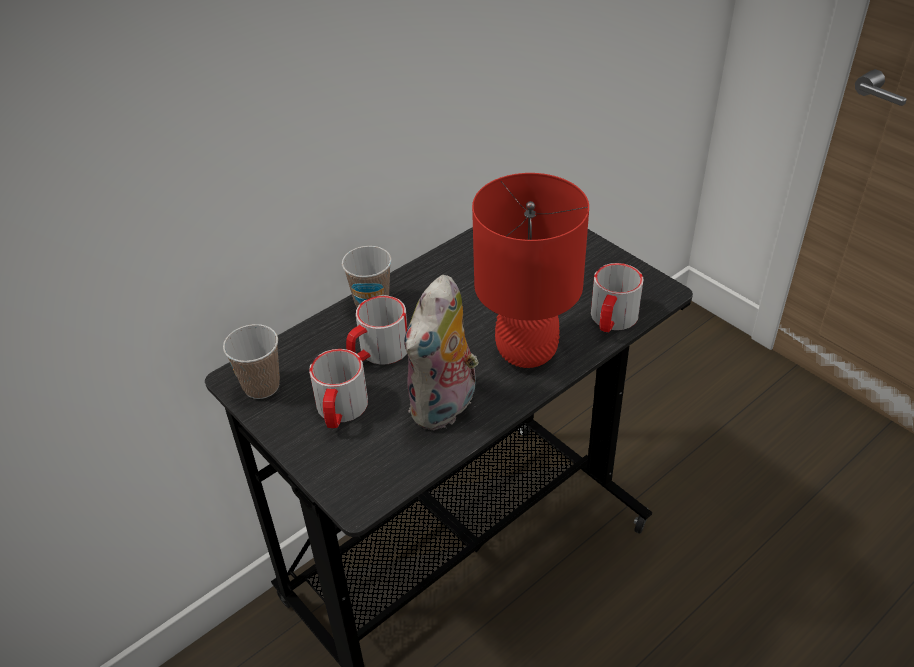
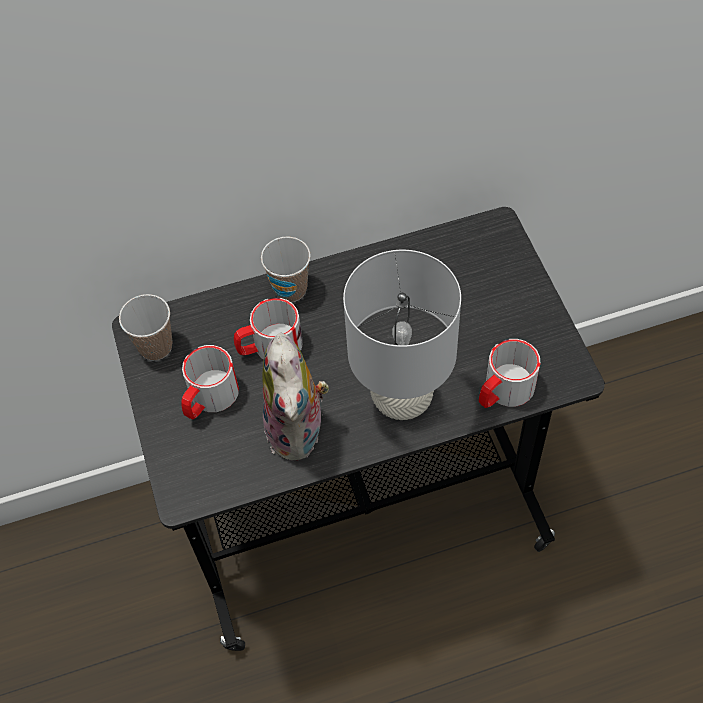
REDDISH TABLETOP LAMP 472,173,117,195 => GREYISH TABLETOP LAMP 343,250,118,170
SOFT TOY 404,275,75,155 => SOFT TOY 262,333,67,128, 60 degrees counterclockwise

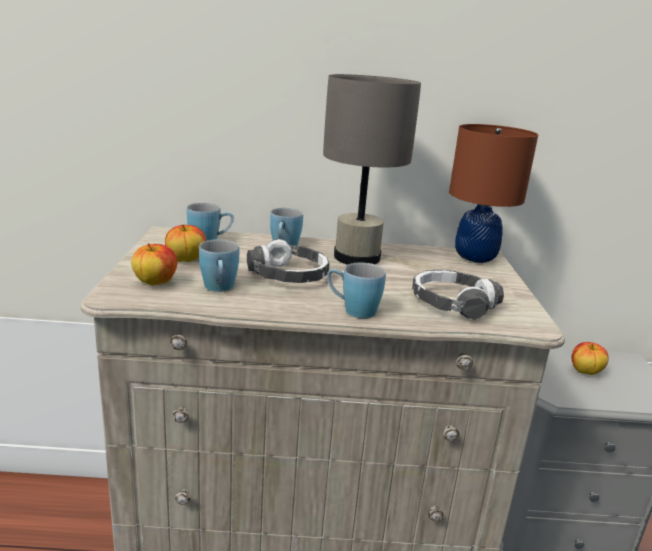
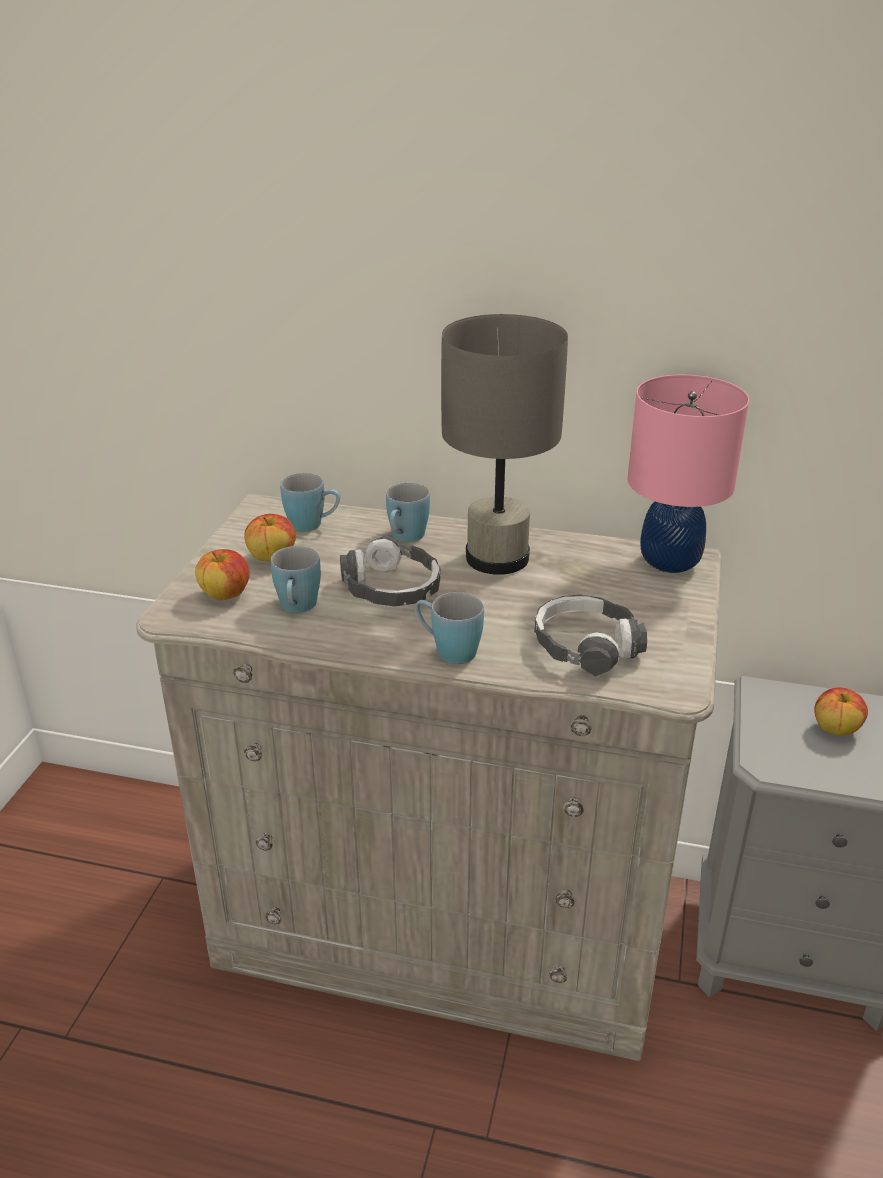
BROWN-COLOURED TABLETOP LAMP 449,124,89,139 => PINK TABLETOP LAMP 628,375,121,198

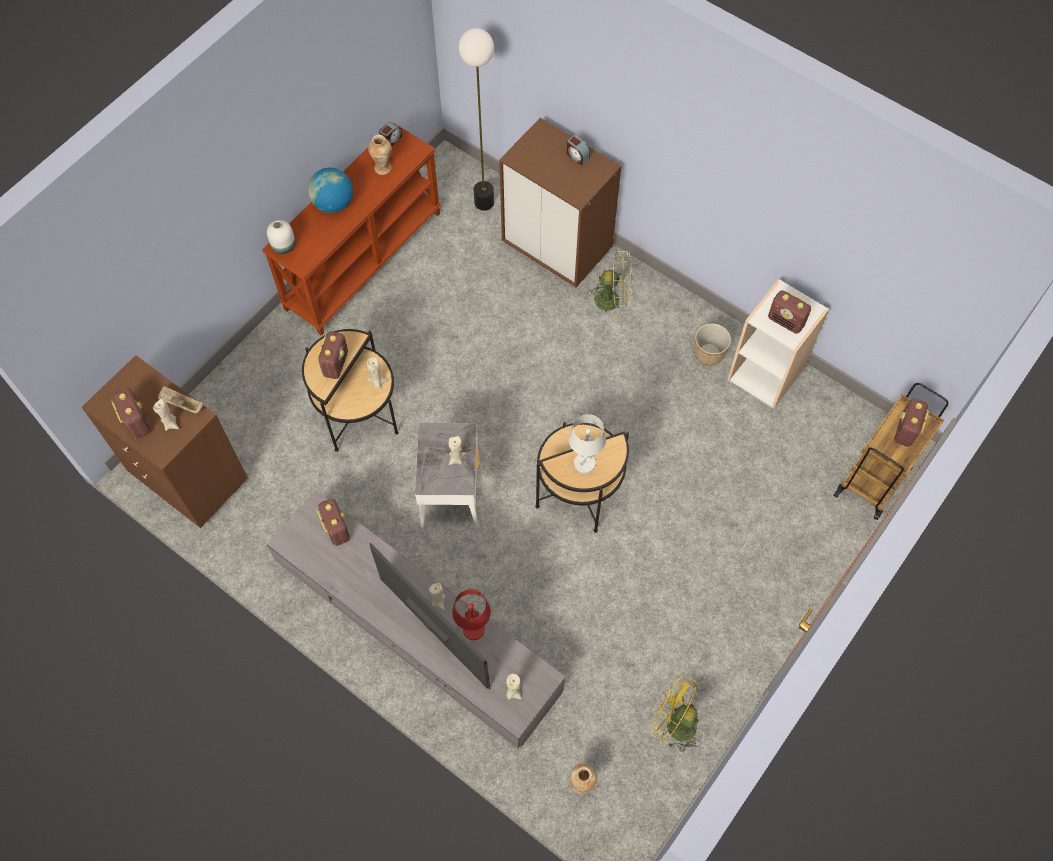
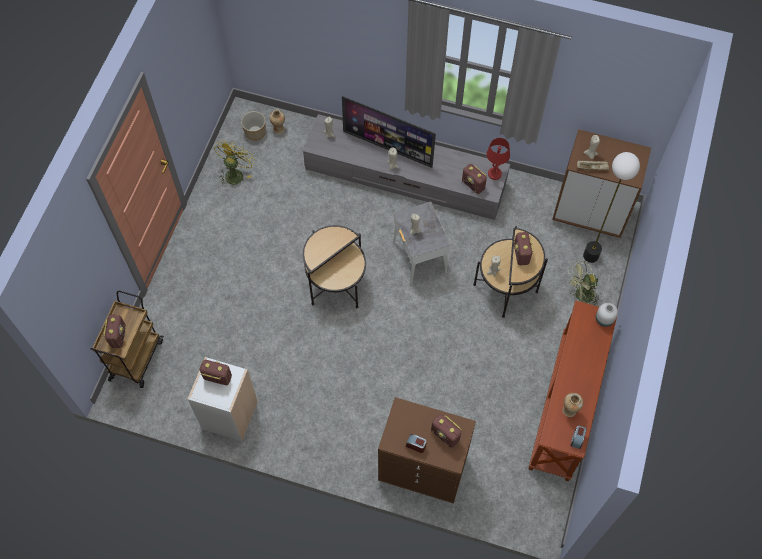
STANDARD LAMP 459,28,35,183 => STANDARD LAMP 583,152,57,111, shifted
DESK GLOBE 308,168,45,45 => nothing
GREENISH COOLING FAN 587,250,46,70 => GREENISH COOLING FAN 568,261,34,45, shifted
PLANTER 694,323,37,43 => PLANTER 241,111,25,30, shifted
RADIO 111,388,40,51 => RADIO 431,414,30,34, shifted
WHITISH TABLETOP LAMP 568,414,38,60 => nothing
REDDISH TABLETOP LAMP 452,589,39,51 => REDDISH TABLETOP LAMP 487,138,23,42, shifted
YELLOW-COLOURED COOLING FAN 651,675,50,77 => YELLOW-COLOURED COOLING FAN 214,140,41,46, 75 degrees counterclockwise

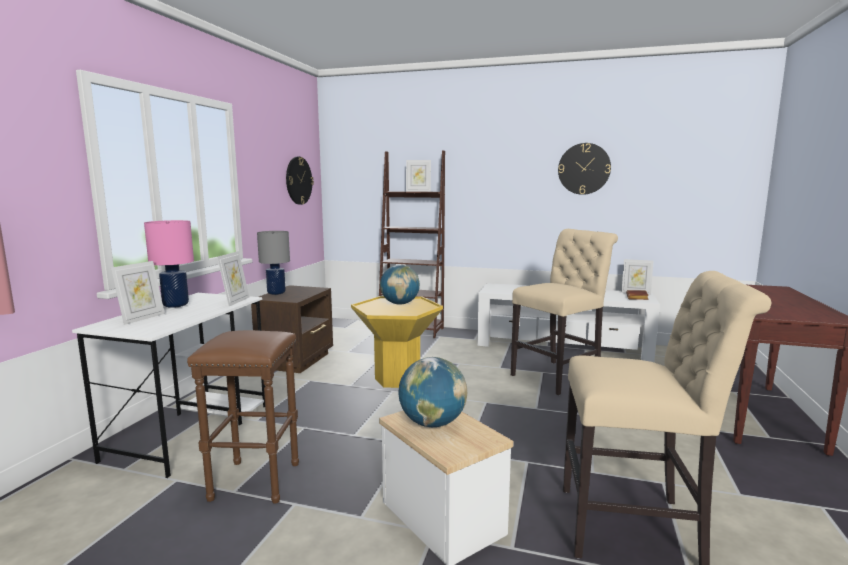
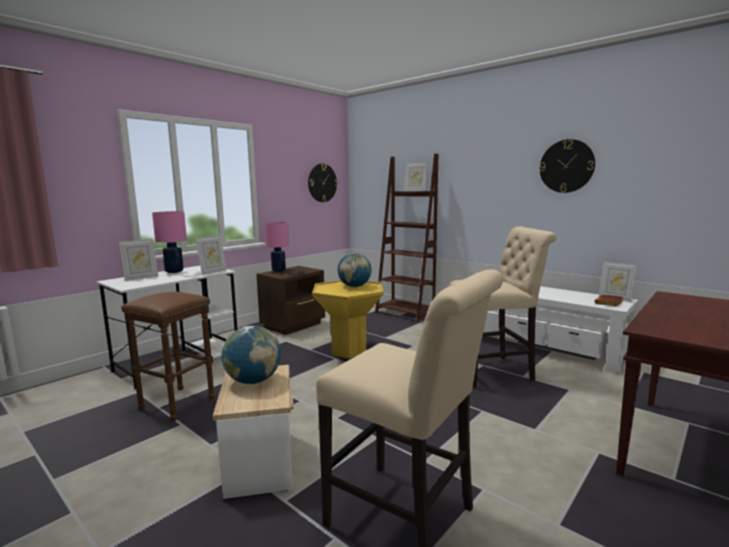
GREYISH TABLETOP LAMP 257,231,33,64 => PINK TABLETOP LAMP 264,222,25,50

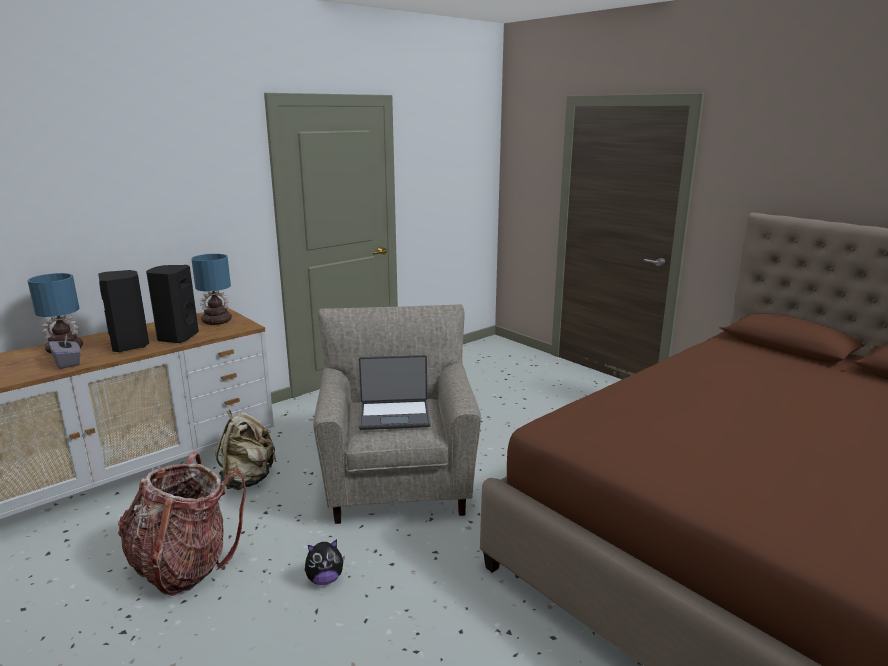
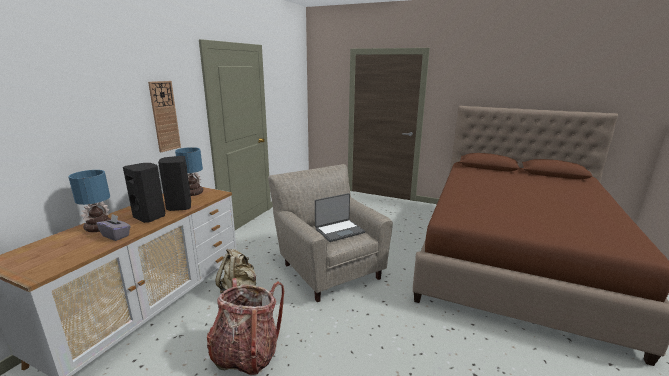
SOFT TOY 305,540,40,45 => nothing
nothing => CLOCK ON THE WALL 148,81,33,71

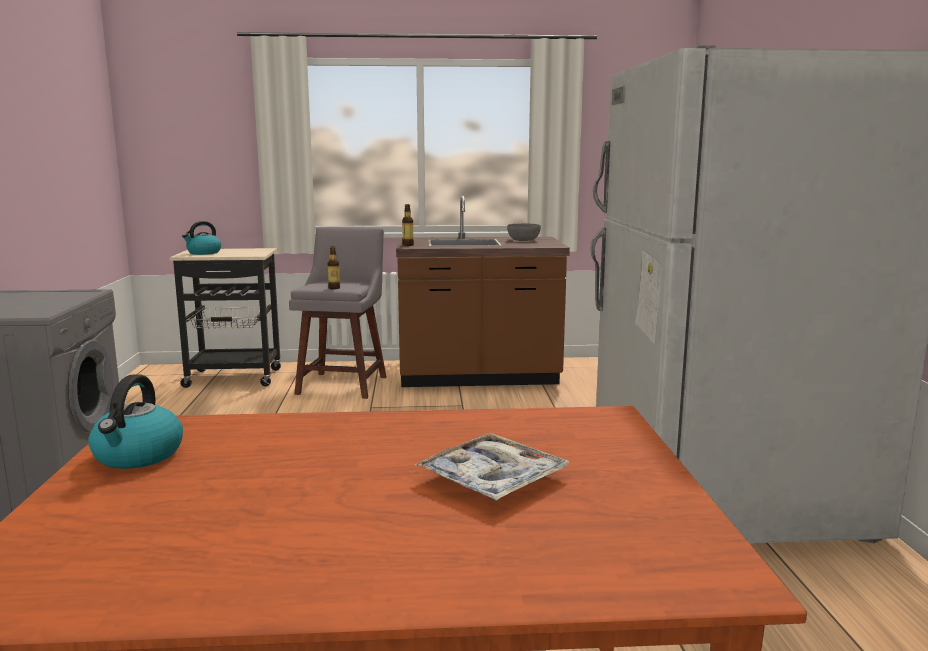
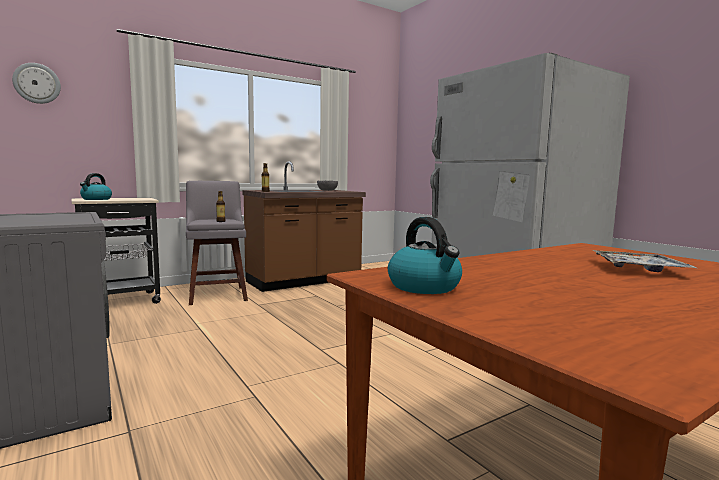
nothing => CLOCK ON THE WALL 12,63,49,41

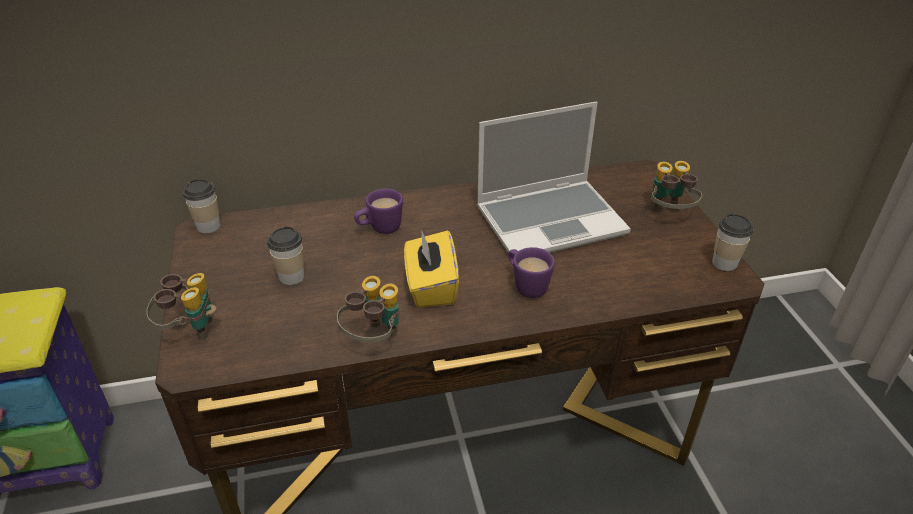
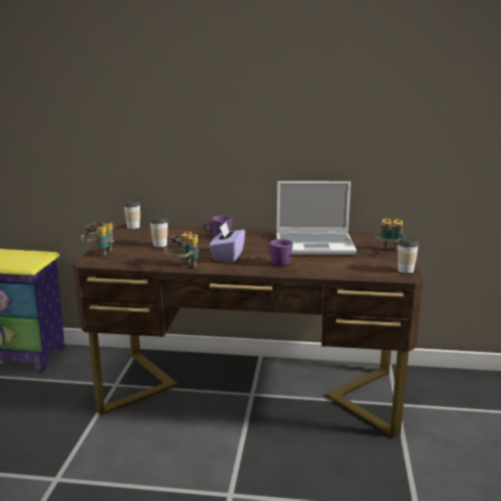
YELLOW-COLOURED BOX OF TISSUES 404,231,55,76 => PURPLISH BOX OF TISSUES 209,222,36,40

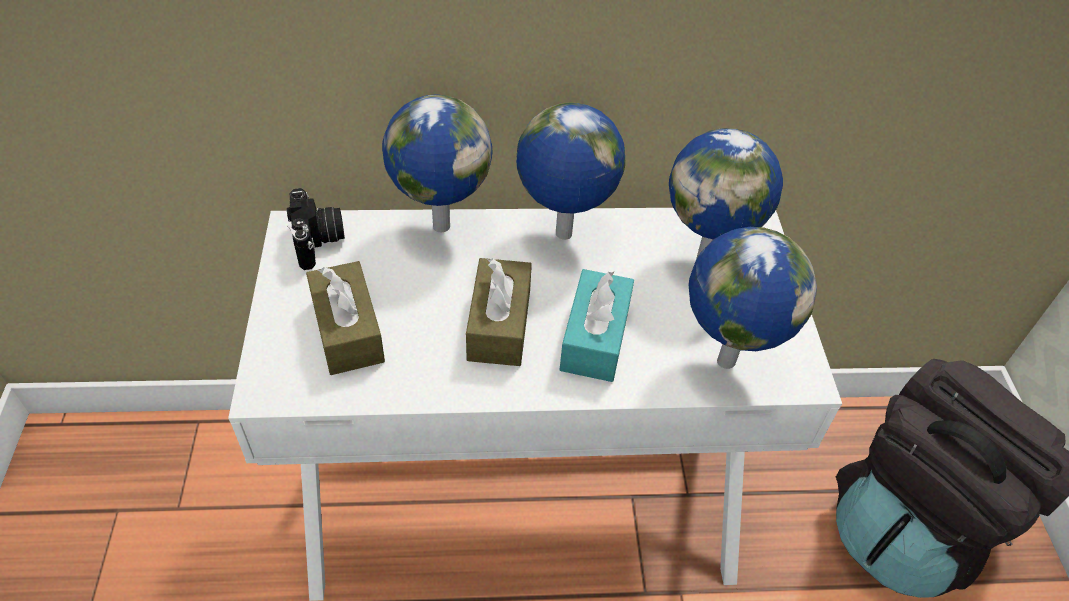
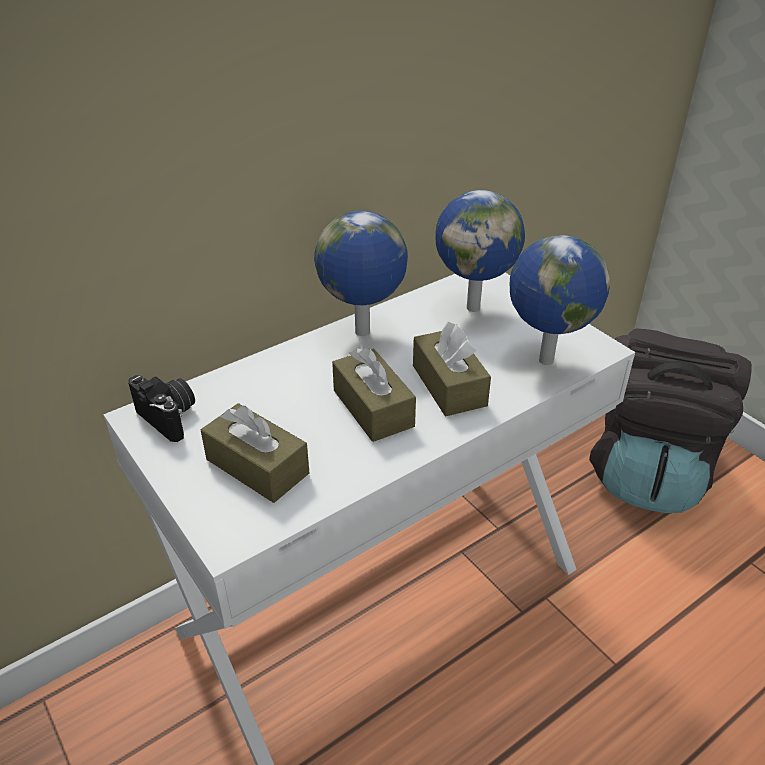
DESK GLOBE 382,94,111,138 => nothing
BLUE-GREEN BOX OF TISSUES 560,269,74,113 => BROWN-COLOURED BOX OF TISSUES 413,321,78,95

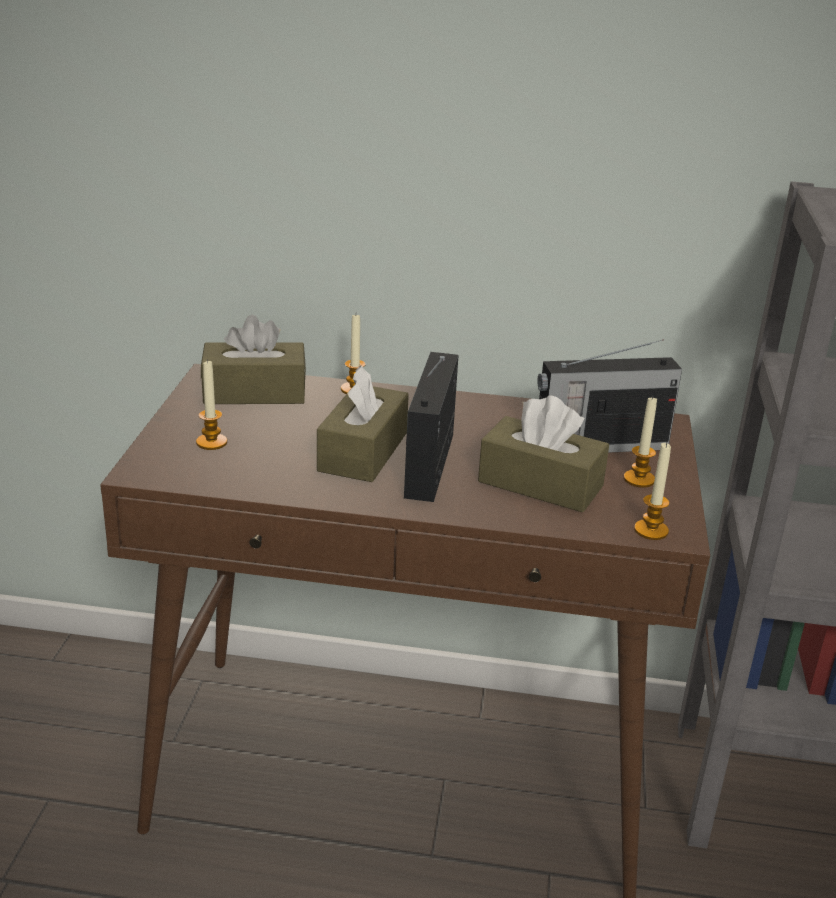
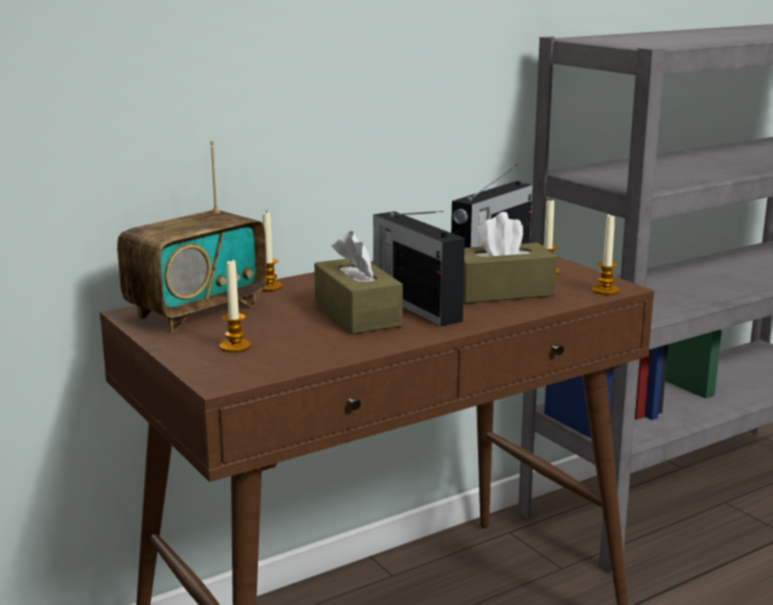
BROWN-COLOURED BOX OF TISSUES 201,315,105,89 => RADIO 117,140,150,192

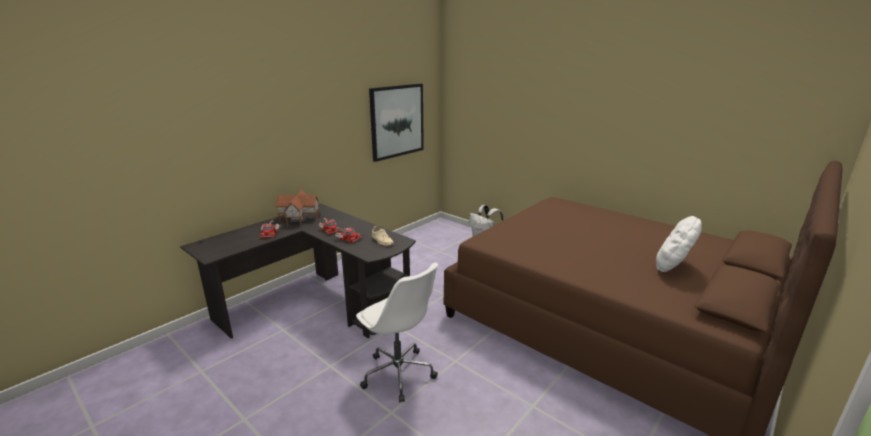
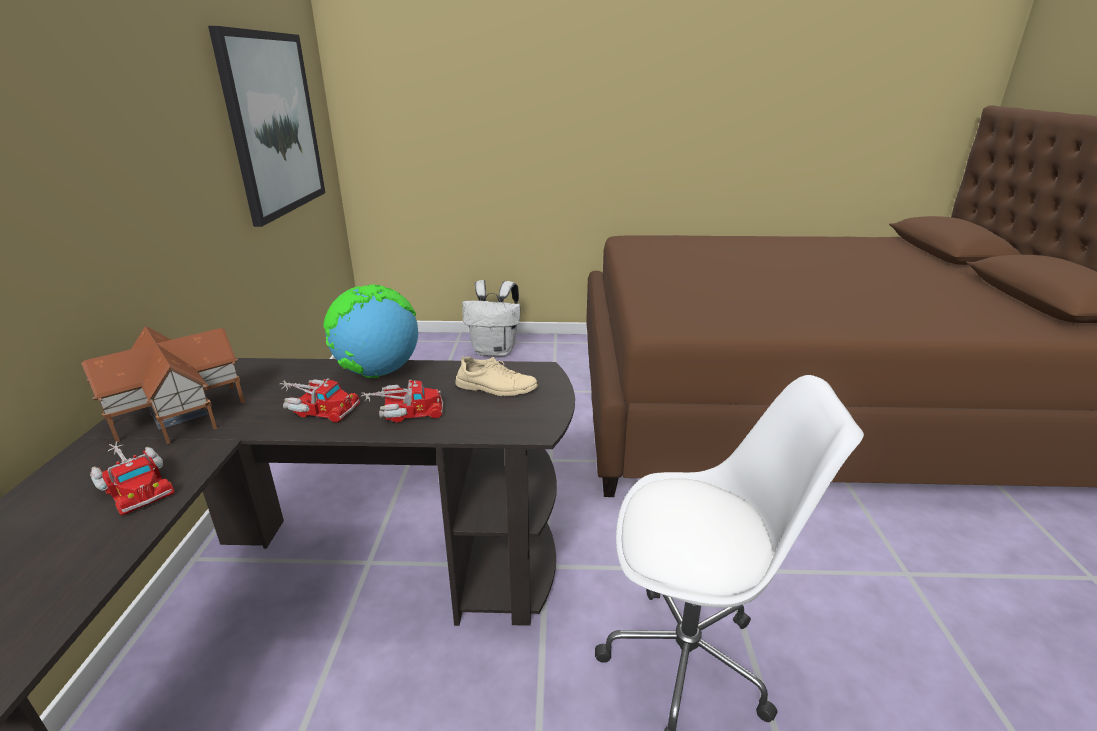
WHITISH THROW PILLOW 656,216,46,56 => nothing
nothing => DESK GLOBE 323,284,95,94

